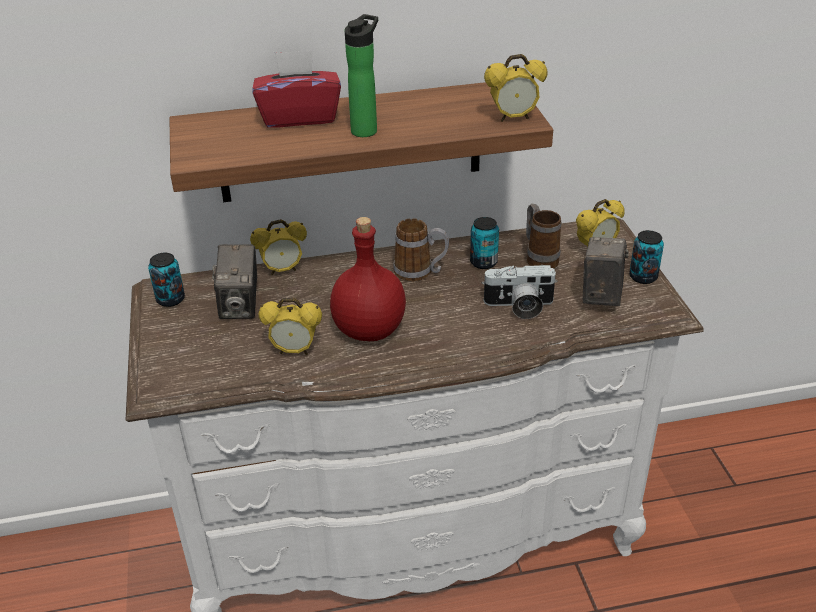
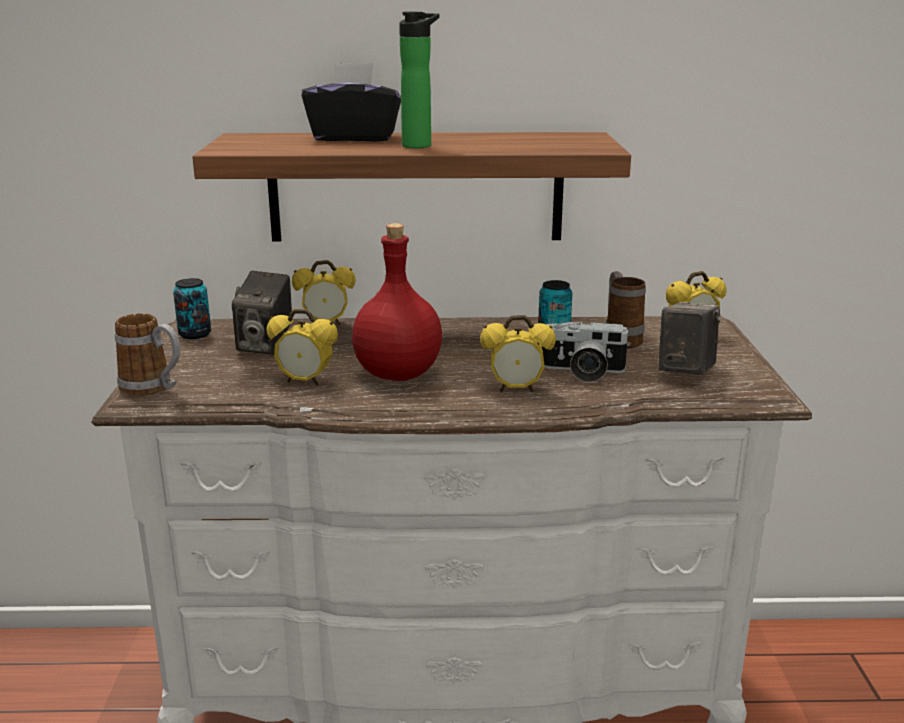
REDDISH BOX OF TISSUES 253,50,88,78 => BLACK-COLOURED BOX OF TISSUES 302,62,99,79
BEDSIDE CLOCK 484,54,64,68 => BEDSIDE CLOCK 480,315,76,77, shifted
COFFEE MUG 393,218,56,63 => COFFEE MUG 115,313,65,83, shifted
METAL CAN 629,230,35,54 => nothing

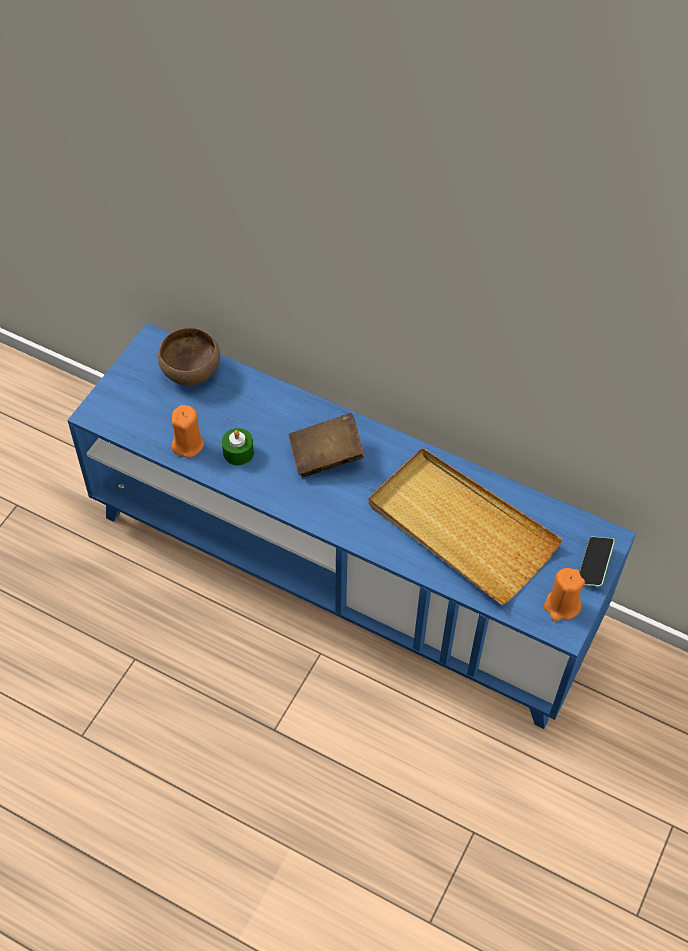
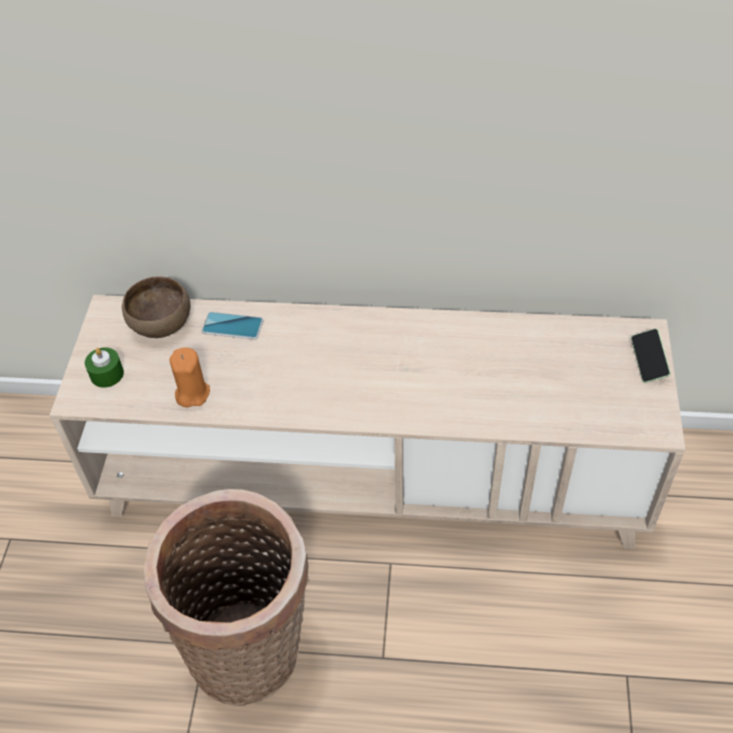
BLUE-COLOURED TV UNIT 67,323,569,406 => SAND-COLOURED TV UNIT 50,295,635,254
BROWN-COLOURED BOUND BOOK 289,413,75,64 => nothing
GREENISH WAX CANDLE 222,428,32,37 => GREENISH WAX CANDLE 85,347,39,41, shifted
SAND-COLOURED SERVING TRAY 368,448,195,157 => nothing
ORANGE WAX CANDLE 544,568,41,53 => nothing
nothing => HANDSET 201,312,63,28
nothing => BASKET 144,489,166,217

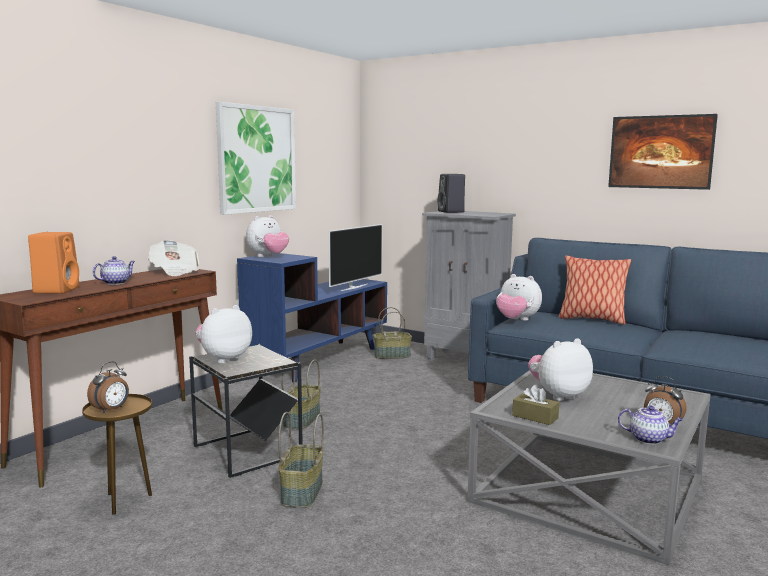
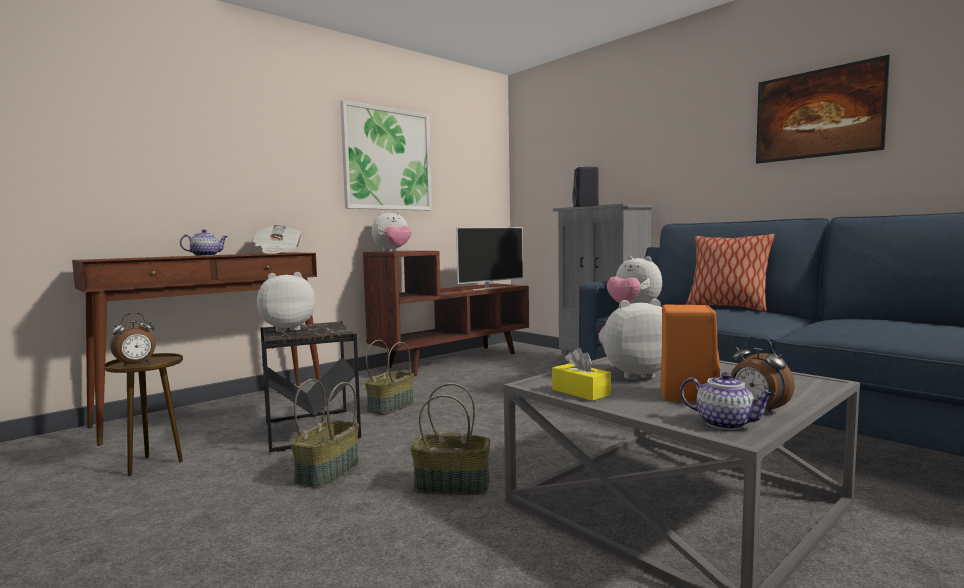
ORANGE LOUDSPEAKER 28,232,51,61 => ORANGE LOUDSPEAKER 661,305,59,98, shifted
BLUE-COLOURED TV UNIT 237,253,150,129 => BROWN-COLOURED TV UNIT 363,251,166,125
BASKET 373,307,39,52 => BASKET 411,383,79,112, shifted
BROWN-COLOURED BOX OF TISSUES 512,385,47,40 => YELLOW-COLOURED BOX OF TISSUES 552,348,59,53

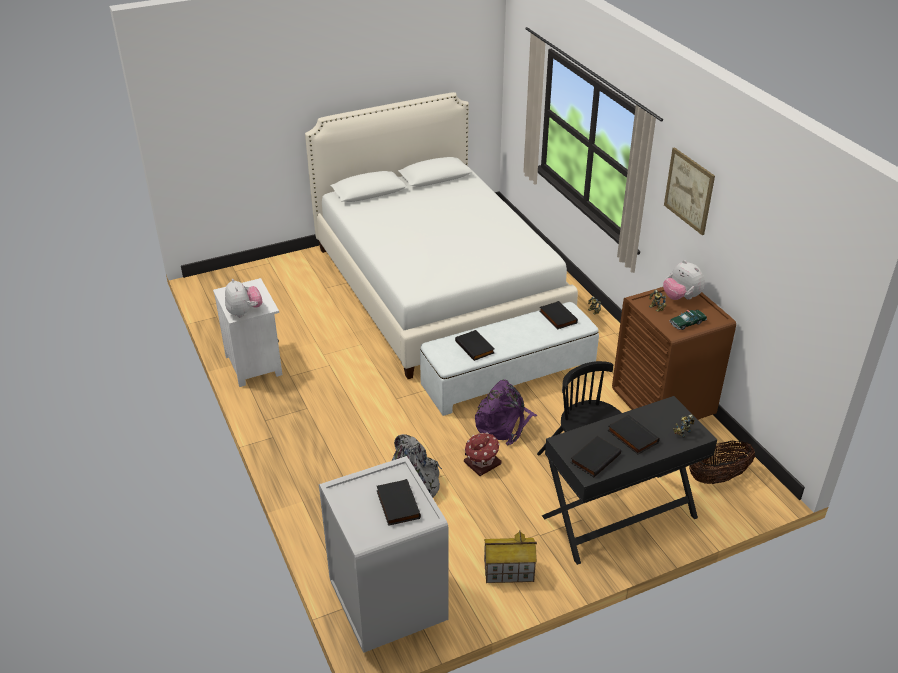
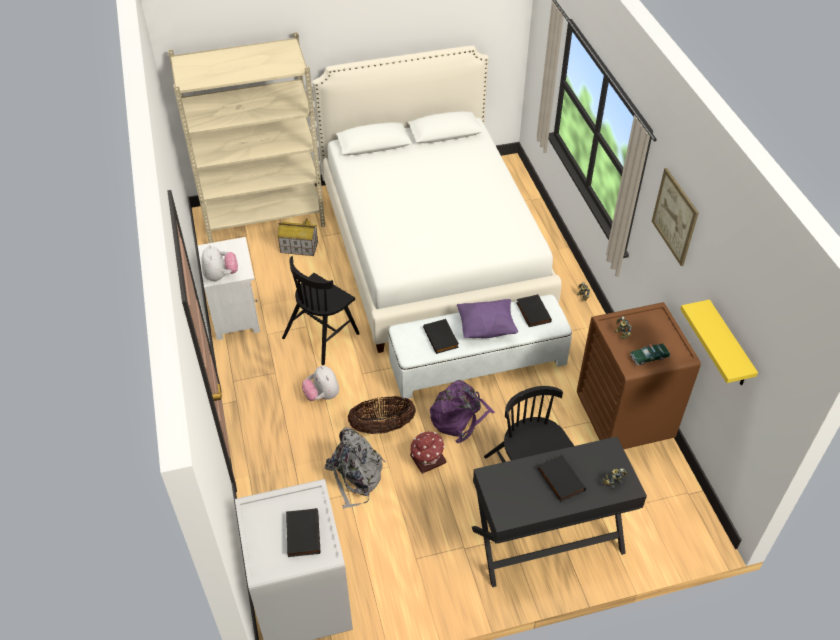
SOFT TOY 663,260,42,40 => SOFT TOY 302,365,37,36, shifted
BLACK-COLOURED BOUND BOOK 570,436,51,41 => nothing
BASKET 689,440,66,44 => BASKET 348,396,68,38, shifted
TOY HOUSE 484,530,53,53 => TOY HOUSE 277,218,41,38, shifted
nothing => SAND-COLOURED BOOKSHELF 168,32,157,211
nothing => BLACK-COLOURED CHAIR 282,256,78,109
nothing => PURPLISH THROW PILLOW 457,299,61,39
nothing => YELLOW-COLOURED BRACKET SHELF 680,299,78,86

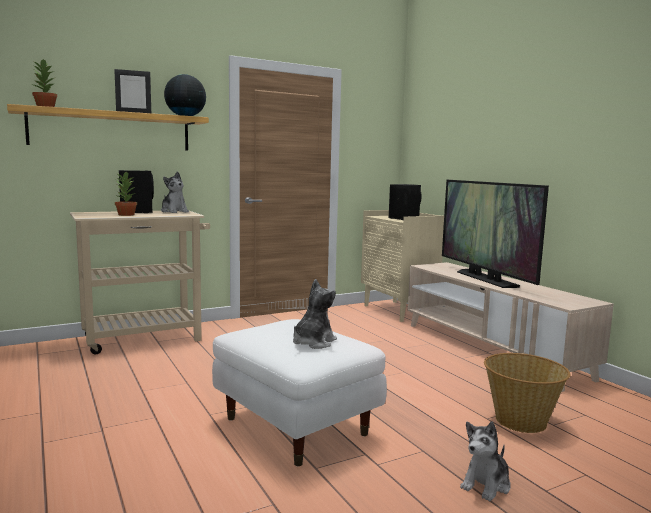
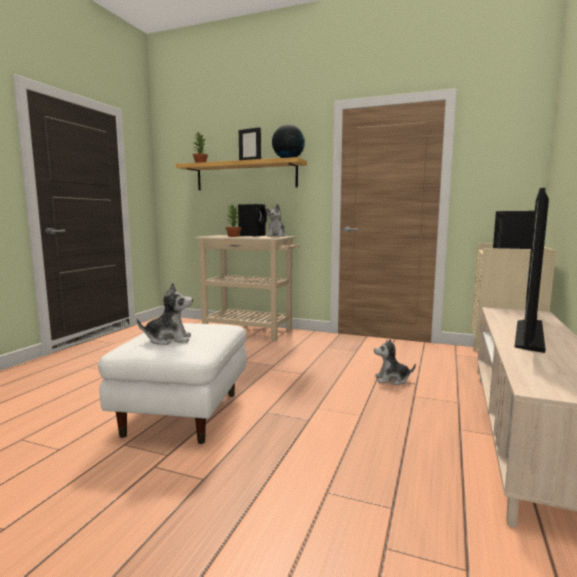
BASKET 484,353,87,80 => nothing
SOFT TOY 460,421,51,81 => SOFT TOY 374,339,42,46, shifted

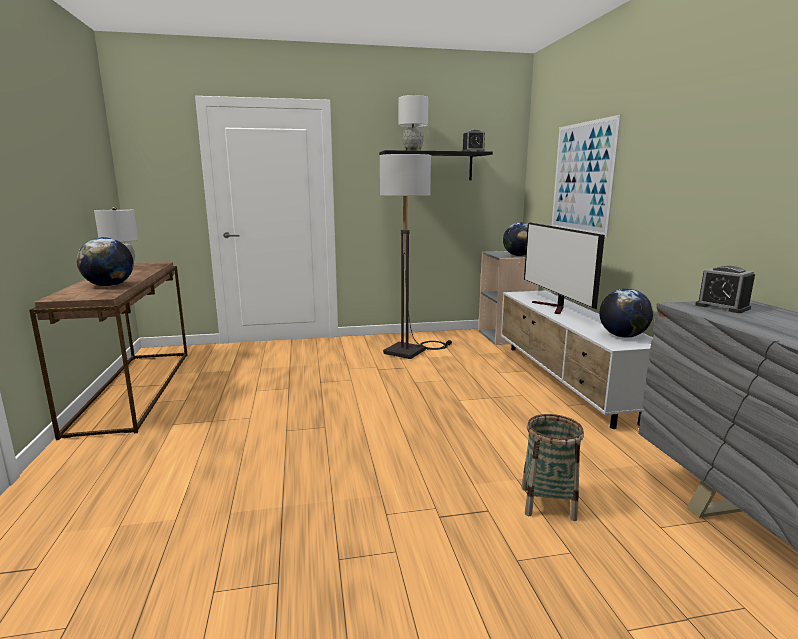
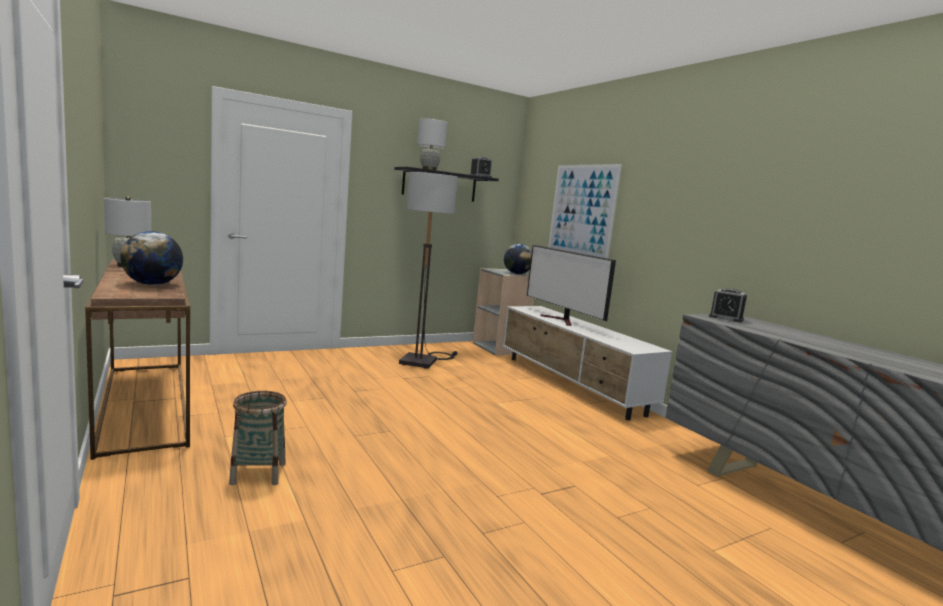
DESK GLOBE 599,289,54,49 => nothing
BASKET 522,414,62,107 => BASKET 229,391,57,94, shifted

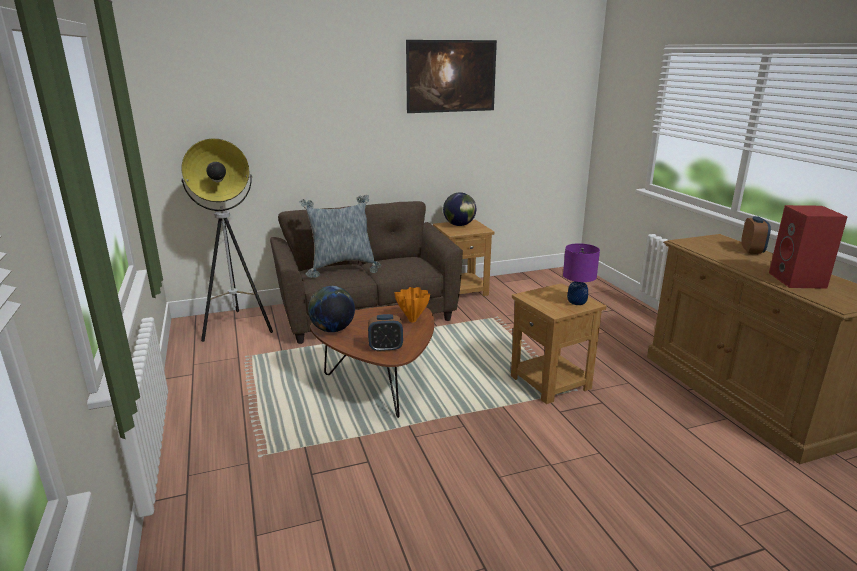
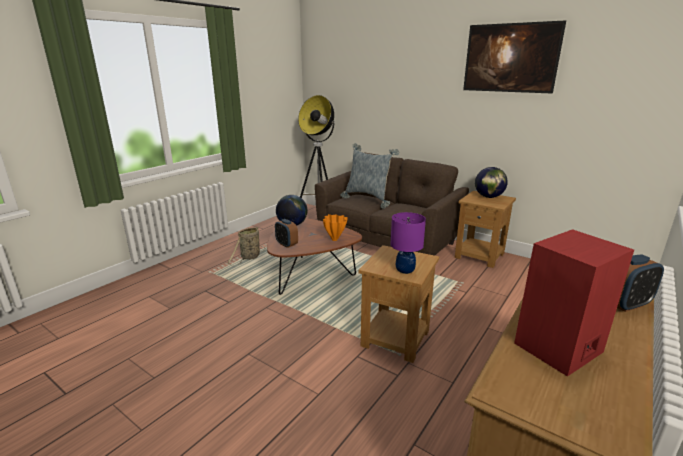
nothing => BASKET 228,227,36,39

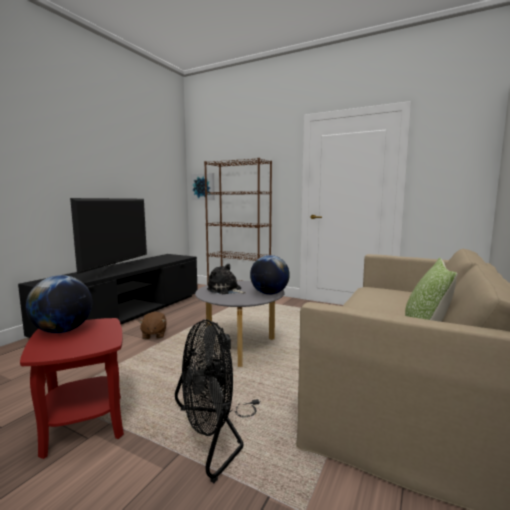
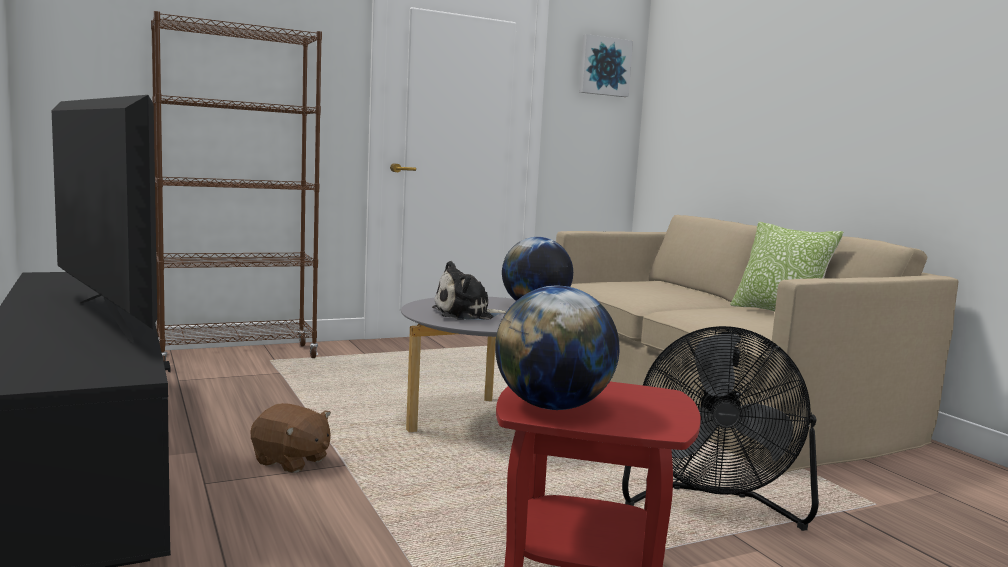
PICTURE 191,173,24,27 => PICTURE 579,34,54,63, shifted

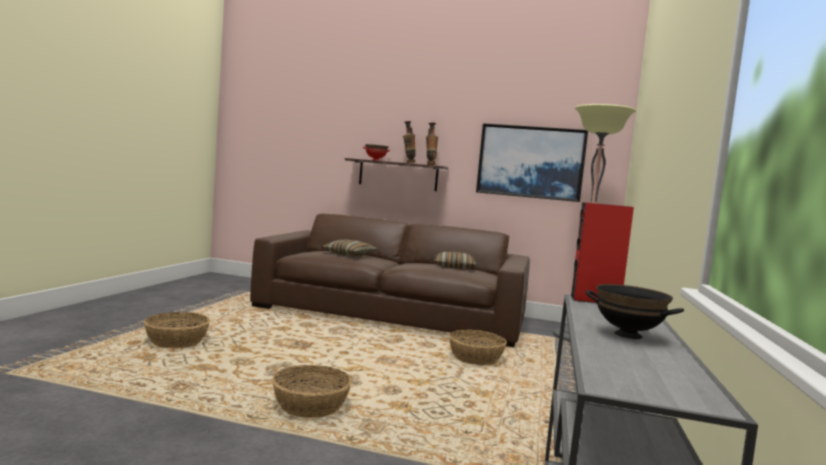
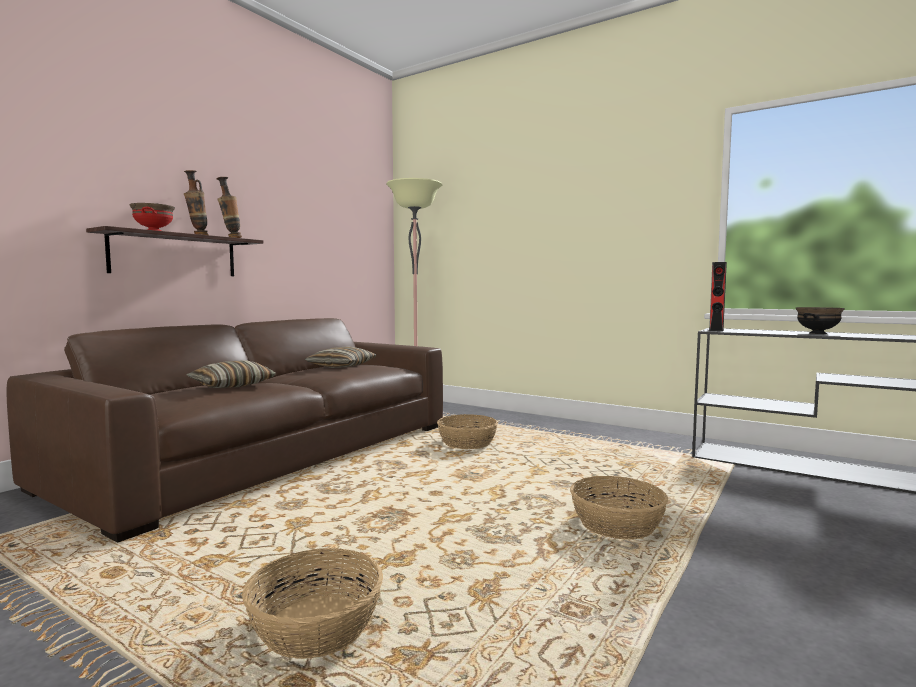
PICTURE 476,123,112,79 => nothing

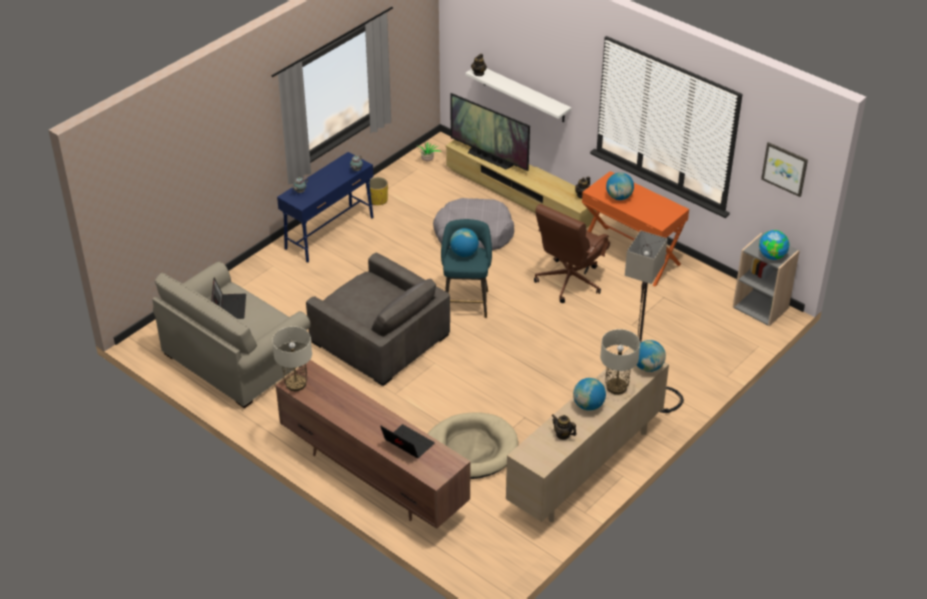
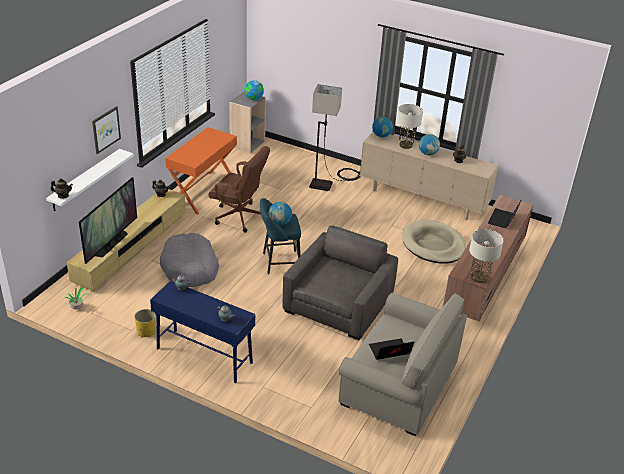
PICTURE 761,142,47,55 => PICTURE 92,106,29,48, shifted
DESK GLOBE 606,172,28,28 => nothing

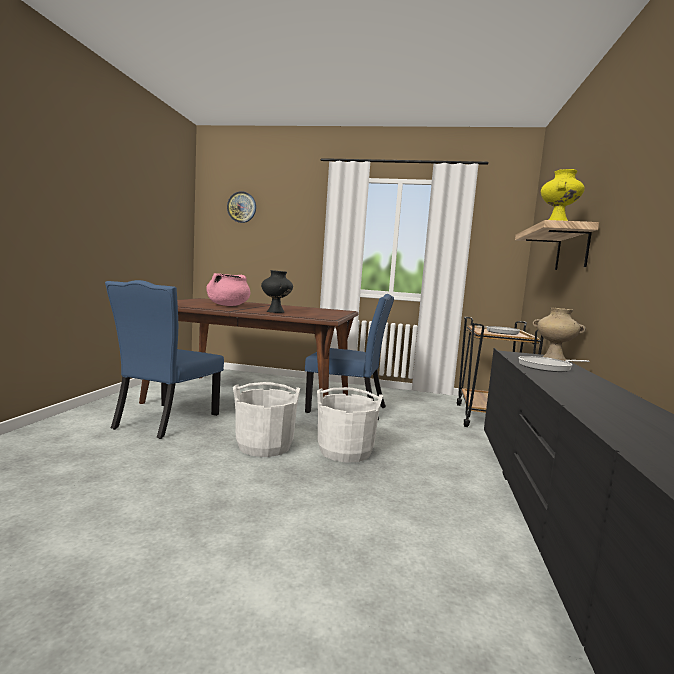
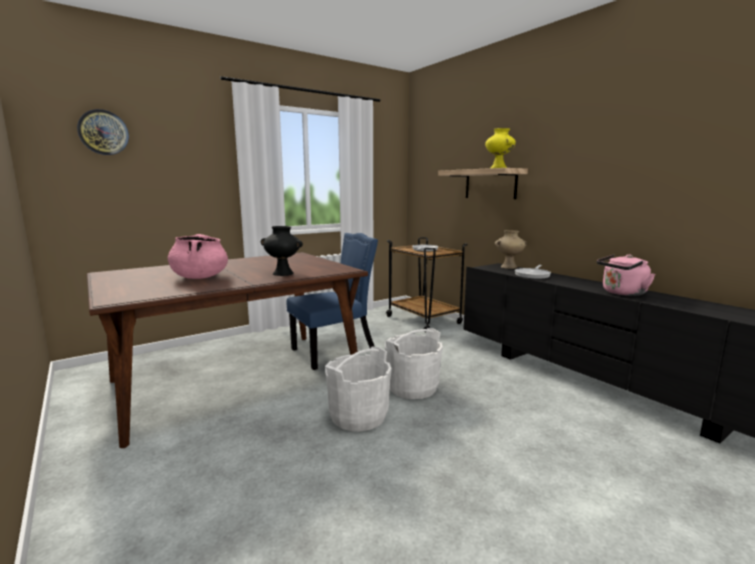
BLUE-COLOURED CHAIR 105,280,119,159 => nothing
nothing => PINK TEA KETTLE 597,254,58,42

